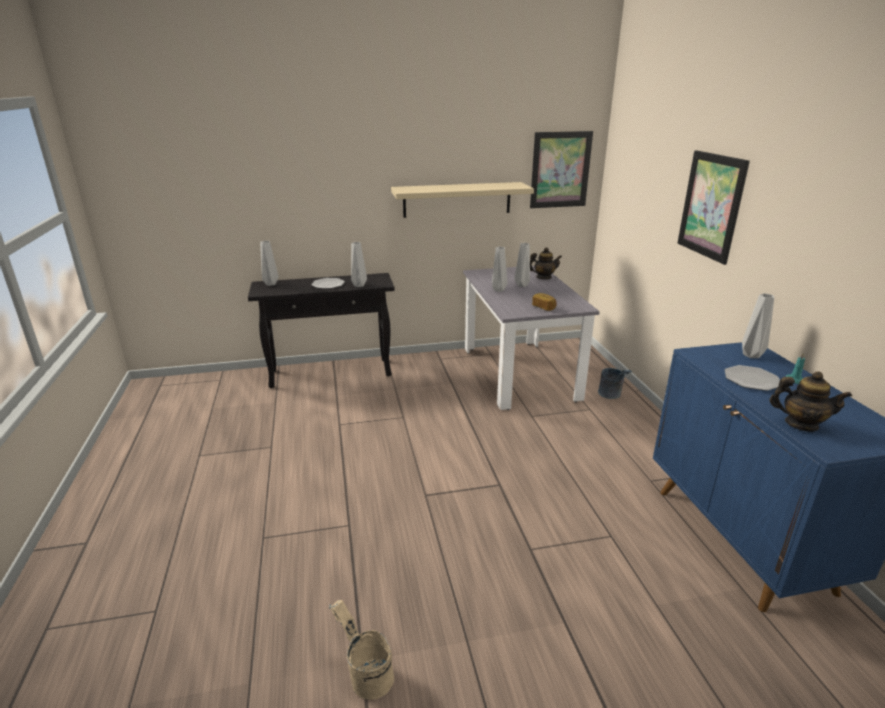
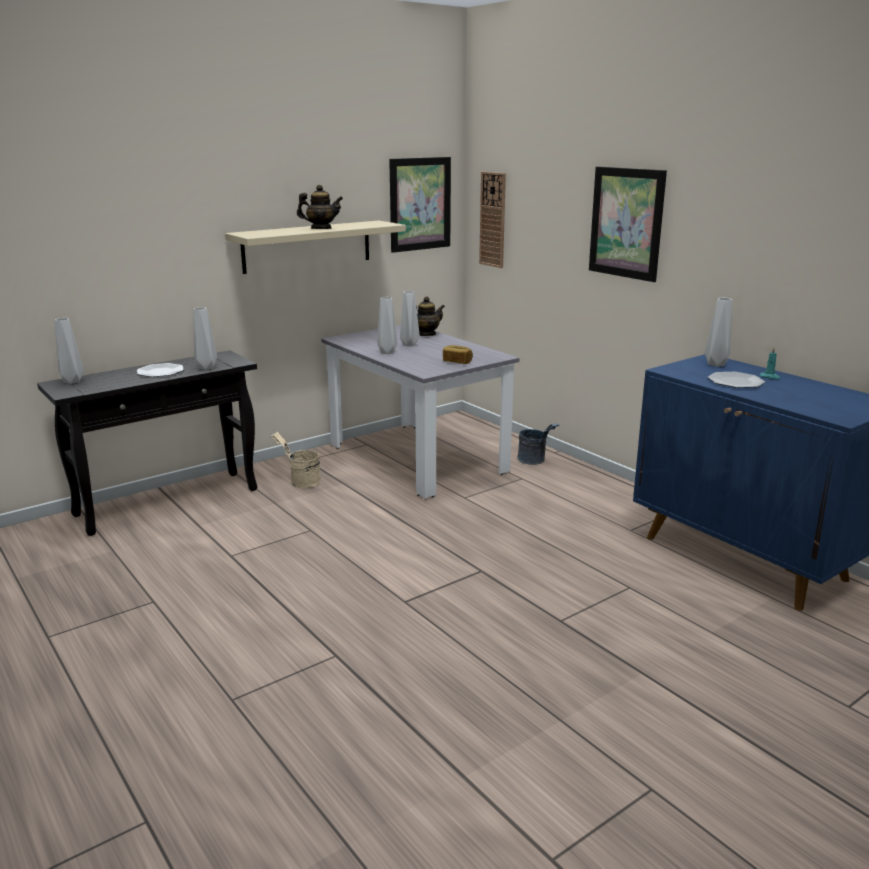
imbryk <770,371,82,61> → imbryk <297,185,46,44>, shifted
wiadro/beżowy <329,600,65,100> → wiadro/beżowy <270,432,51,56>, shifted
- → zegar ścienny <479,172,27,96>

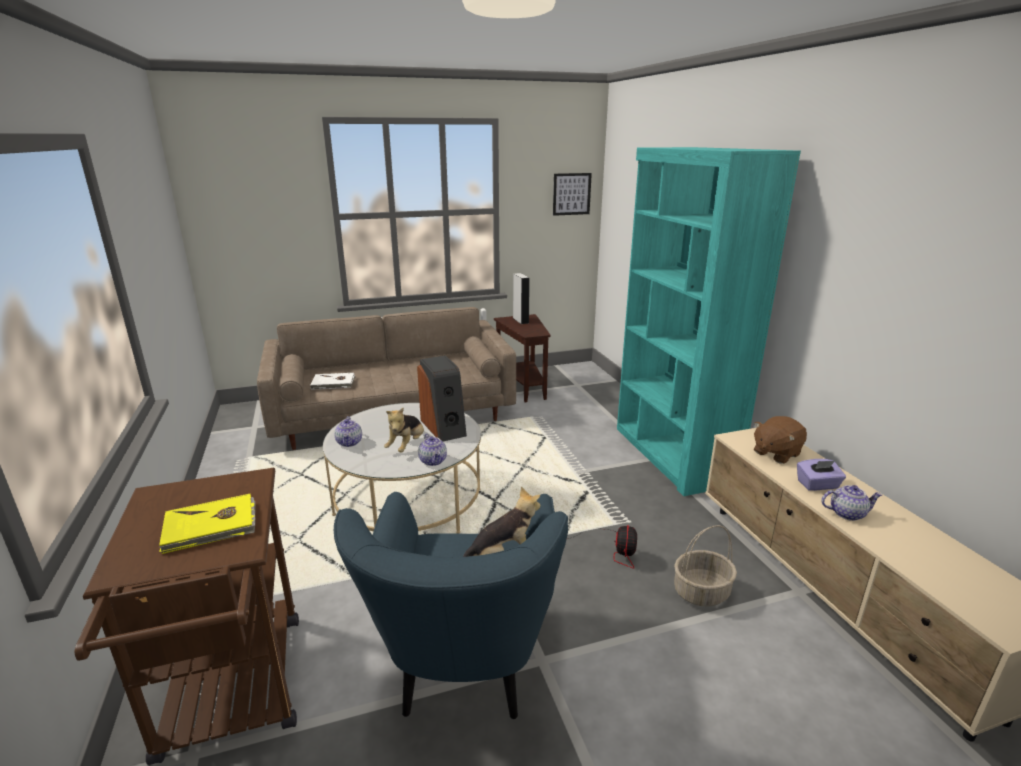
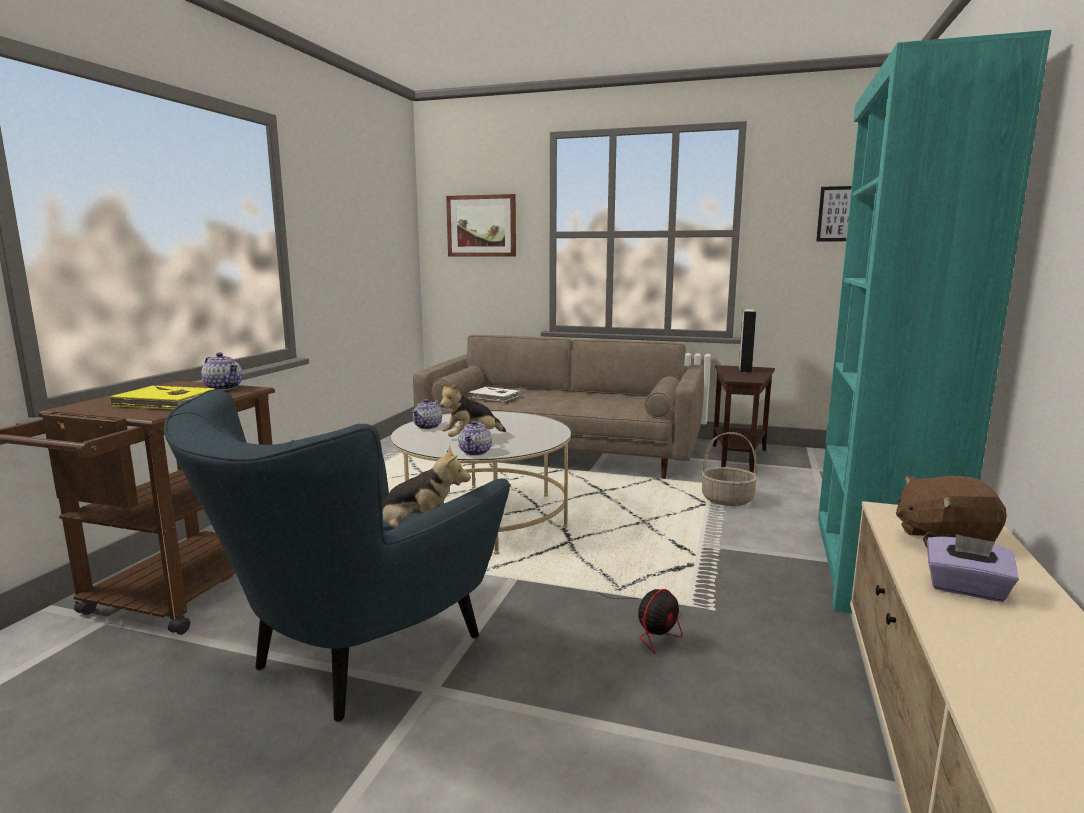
głośnik <417,355,50,87> → -
imbryk <821,485,62,36> → imbryk <201,352,41,38>, shifted
koszyk <674,525,63,81> → koszyk <701,432,57,74>, shifted
- → obraz <446,194,70,62>

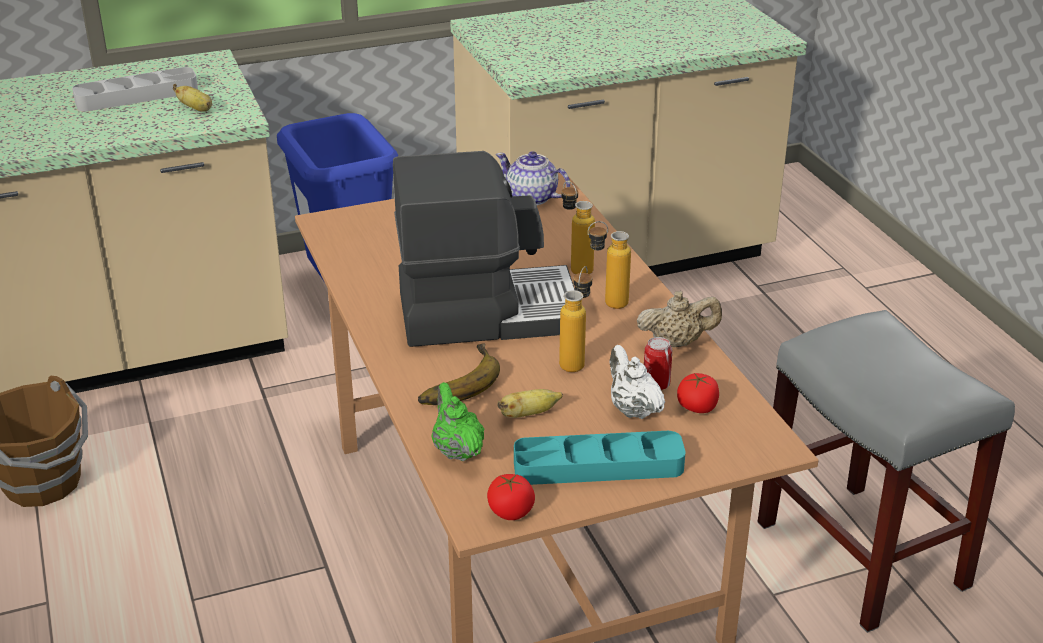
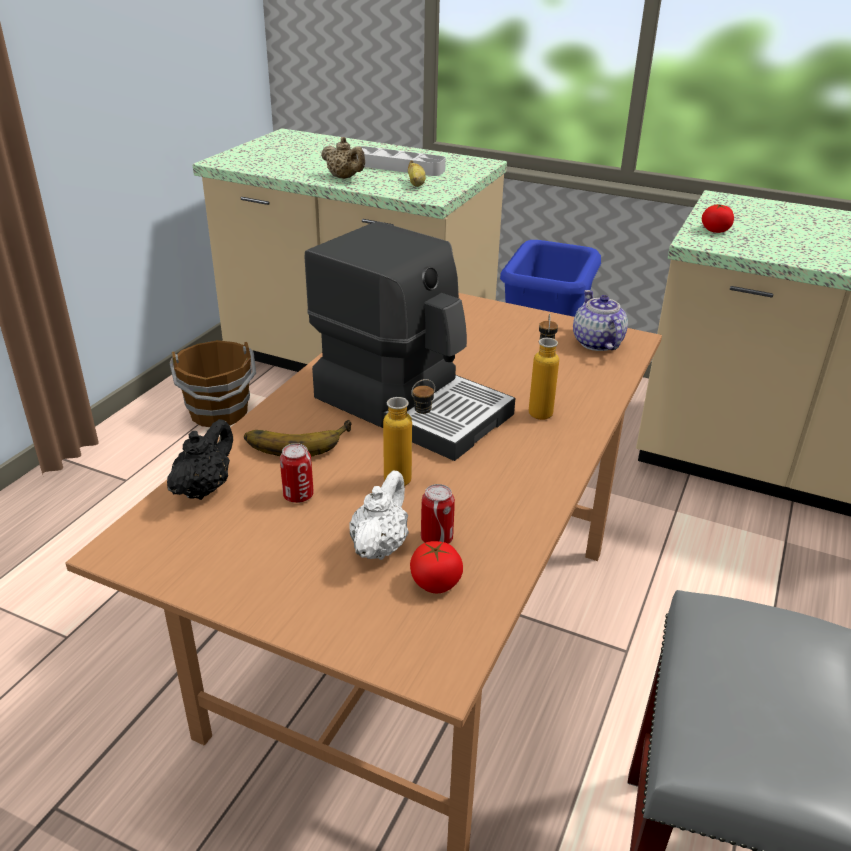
butelka <588,221,43,88> → -
imbryk/beżowy <637,291,85,57> → imbryk/beżowy <321,137,44,42>, shifted
imbryk/zielony <432,382,52,79> → imbryk/czarny <167,419,66,81>
banan <497,389,66,29> → puszka <280,443,34,60>
taca/turkusowy <514,431,171,54> → -
pomidor <487,474,48,46> → pomidor <702,204,32,29>, shifted

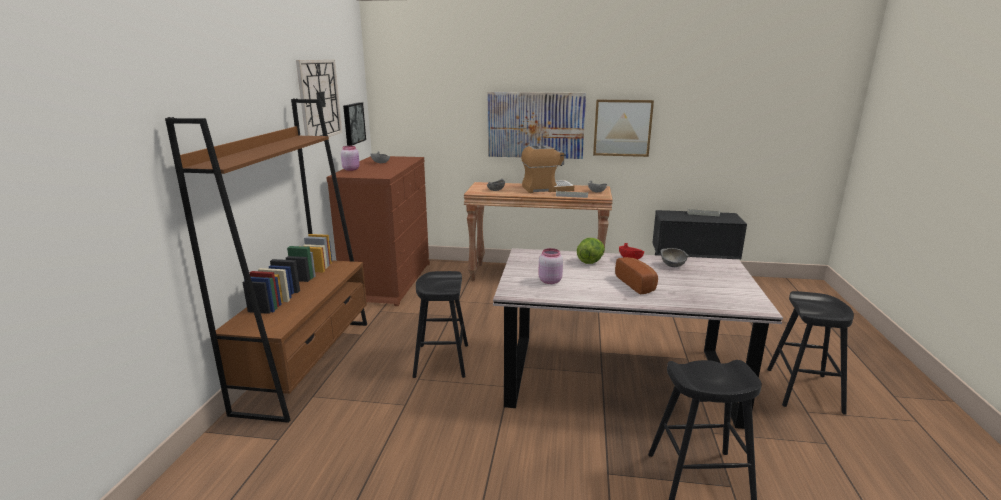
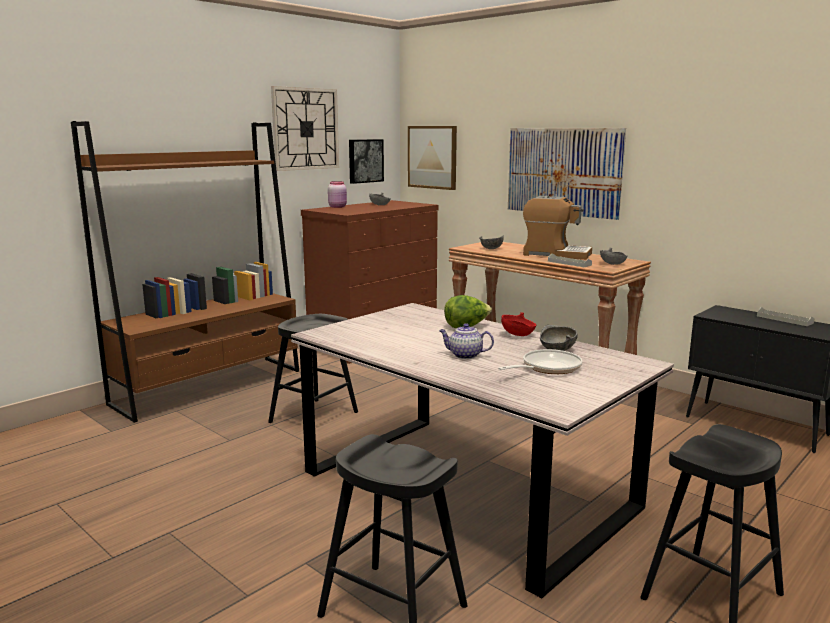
obraz <593,100,61,57> → obraz <408,126,49,64>, shifted
słoik/różowy <538,248,25,36> → -
chleb <615,257,43,37> → imbryk <439,323,55,36>
- → patelnia <498,349,85,25>

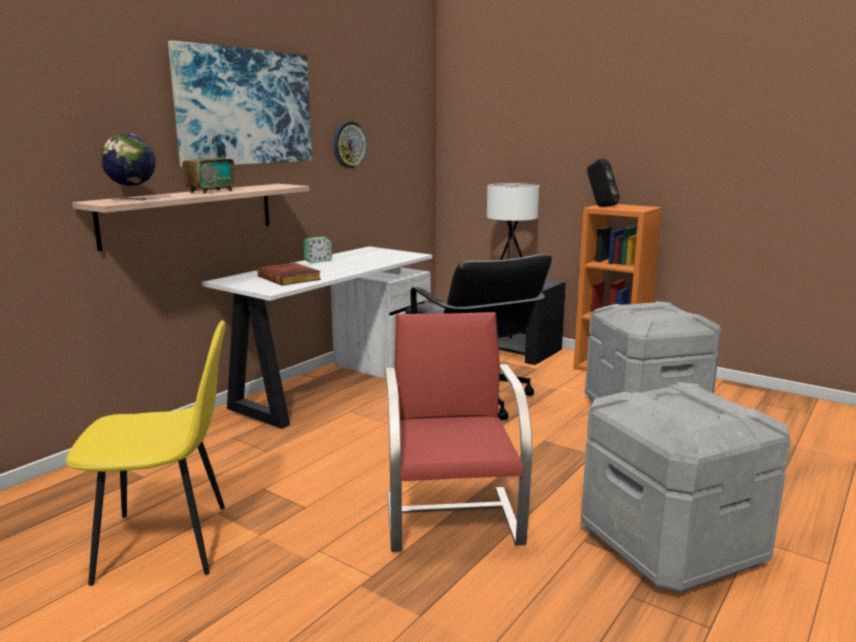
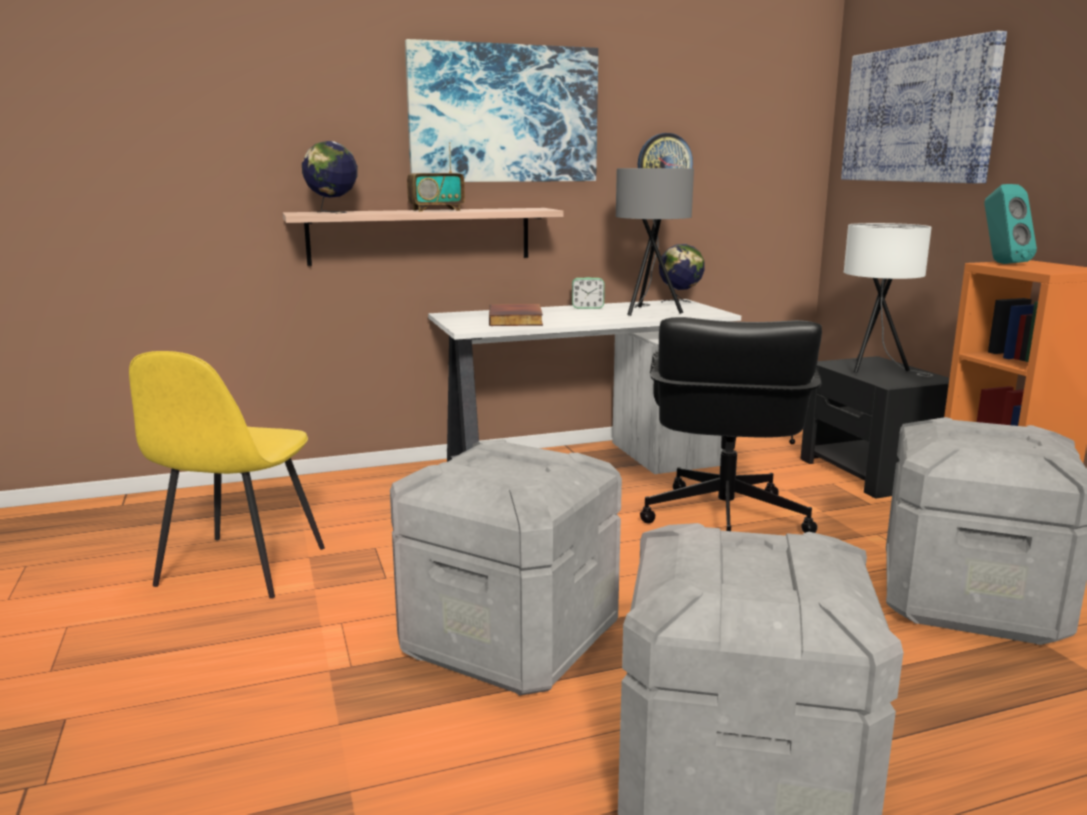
głośnik/czarny <587,158,33,49> → głośnik/turkusowy <984,184,53,80>
krzesło/czerwony <385,312,147,240> → pojemnik do przechowywania/szary <390,439,232,257>
krzesło/żółty <66,320,160,266> → krzesło/żółty <129,351,196,248>, 75 degrees clockwise
- → obraz <841,31,166,152>
- → lampa stołowa/szary <616,168,78,148>
- → globus <659,244,46,59>

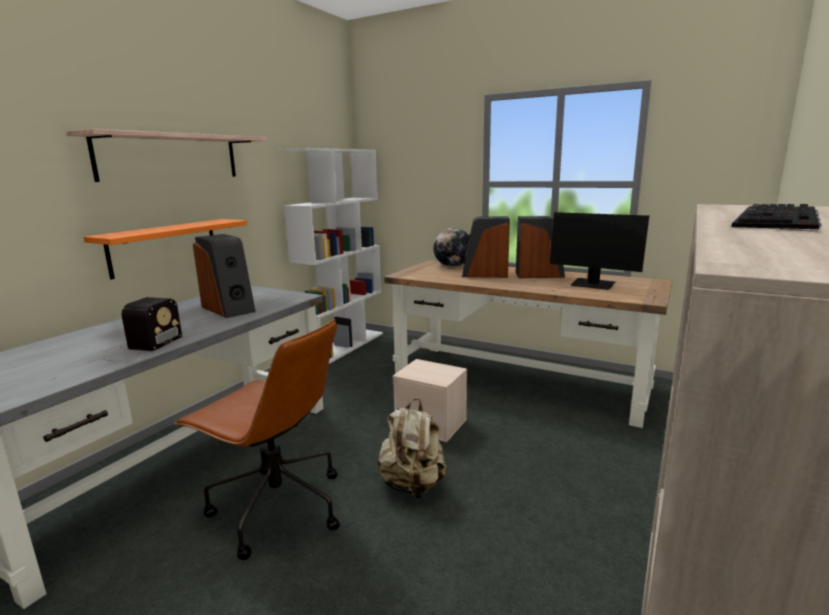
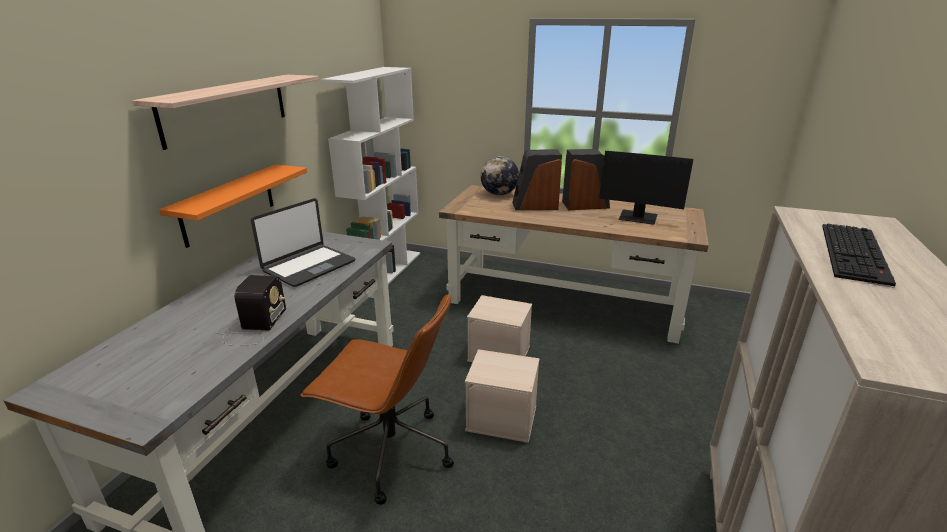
głośnik <193,234,63,84> → laptop <251,198,104,89>
plecak/beżowy <378,398,68,100> → pojemnik do przechowywania/beżowy <465,349,75,94>

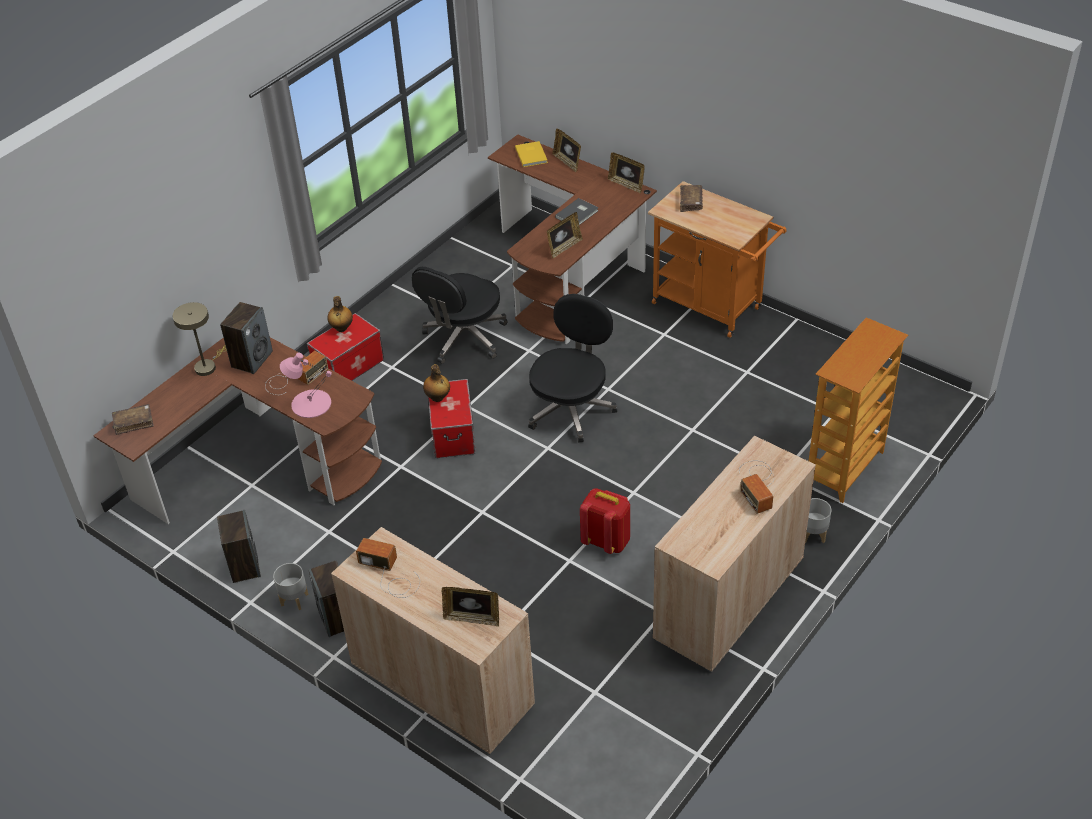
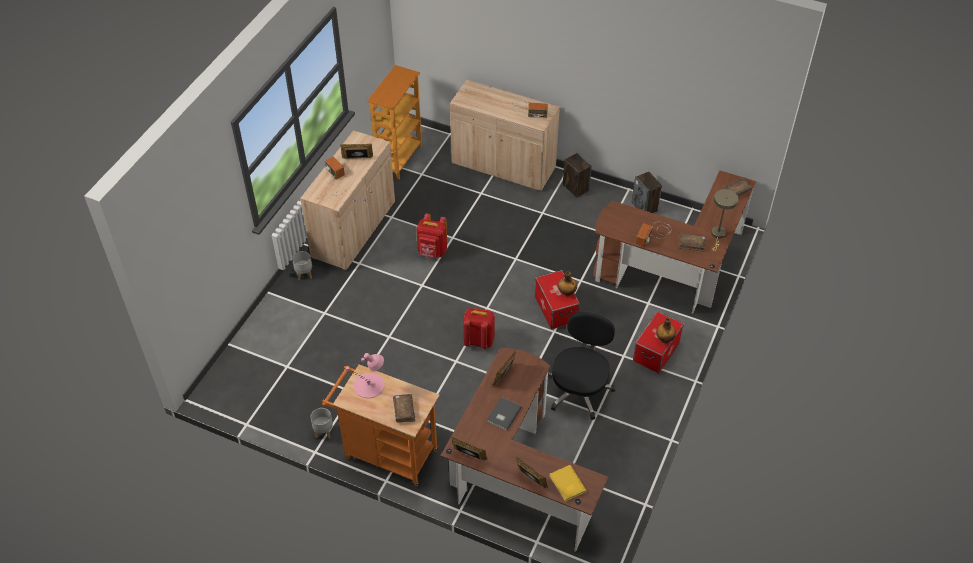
krzesło biurowe/czarny <528,294,89,149> → plecak/czerwony <463,308,32,41>
głośnik <220,302,53,72> → książka/brązowy <679,233,27,19>
regał <809,317,99,186> → regał <367,65,55,114>, shifted
lampa stołowa/różowy <280,353,52,65> → lampa stołowa/różowy <346,353,38,45>, shifted
donica/szary <273,563,36,47> → donica/szary <310,408,23,31>, shifted
ramka na zdjęcie <441,587,58,40> → ramka na zdjęcie <340,144,33,15>, shifted

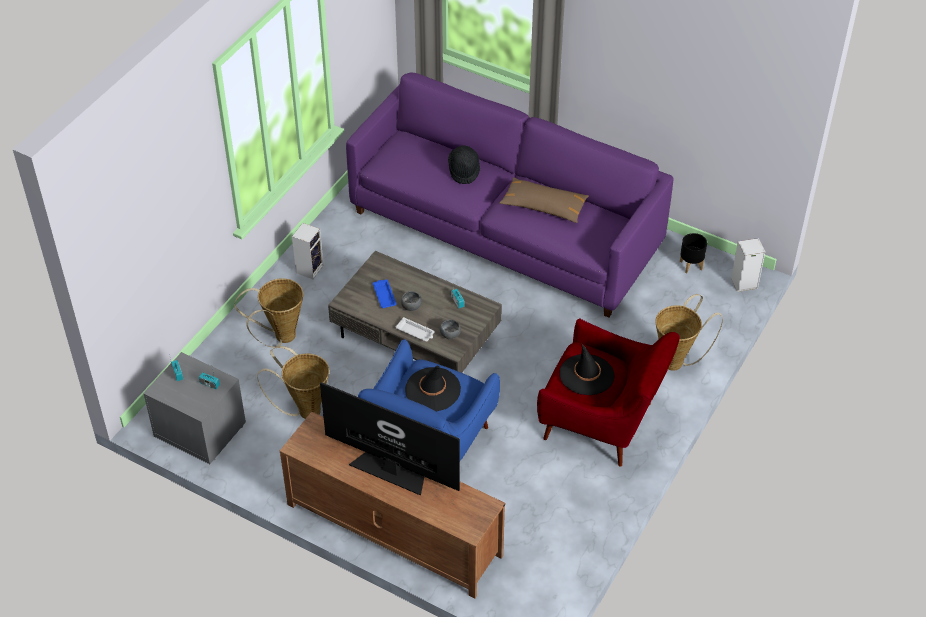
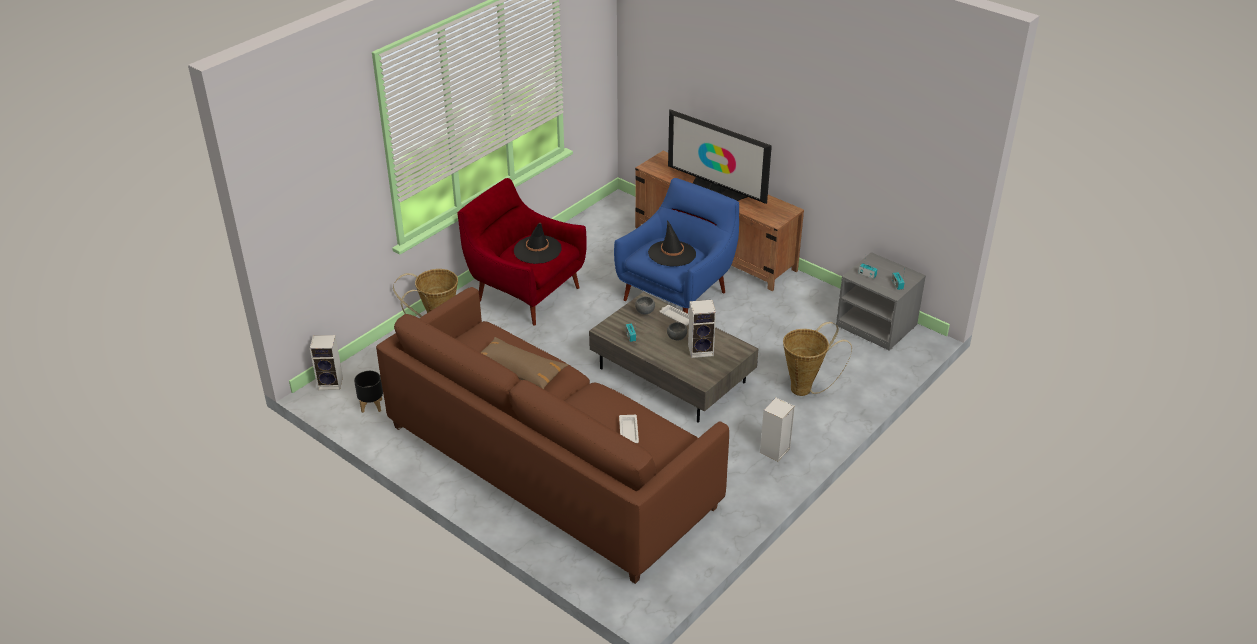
kanapa/fioletowy <346,73,328,245> → kanapa/brązowy <376,287,353,297>
kapelusz/czarny <448,145,32,39> → -
taca/niebieski <373,279,24,29> → głośnik <688,300,28,58>
koszyk <257,346,72,73> → -
- → taca/biały <619,415,20,28>

